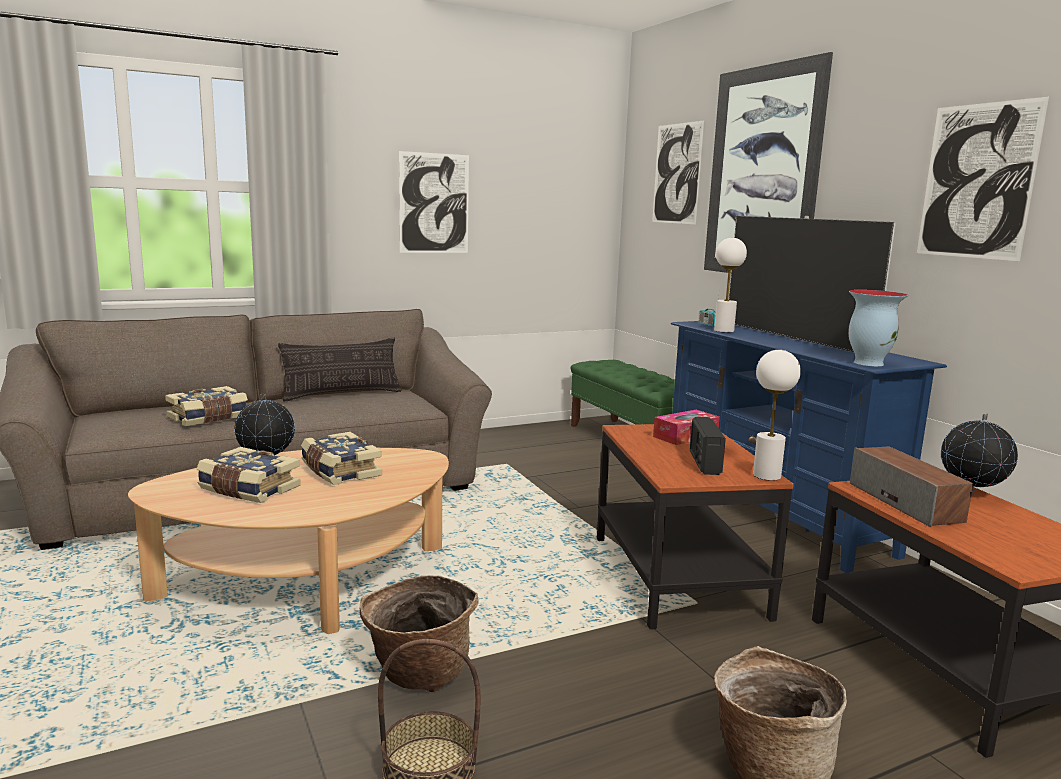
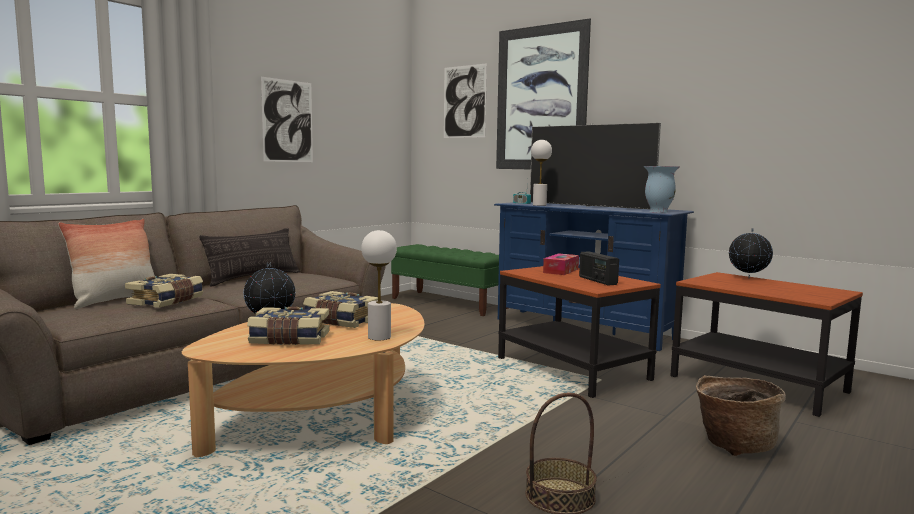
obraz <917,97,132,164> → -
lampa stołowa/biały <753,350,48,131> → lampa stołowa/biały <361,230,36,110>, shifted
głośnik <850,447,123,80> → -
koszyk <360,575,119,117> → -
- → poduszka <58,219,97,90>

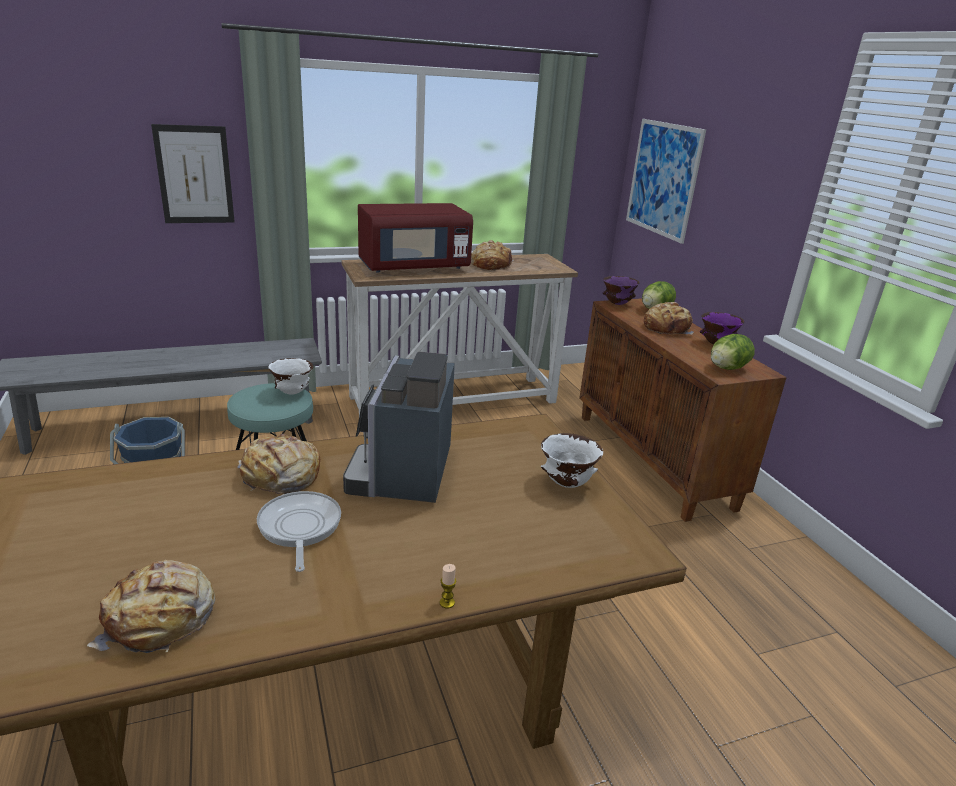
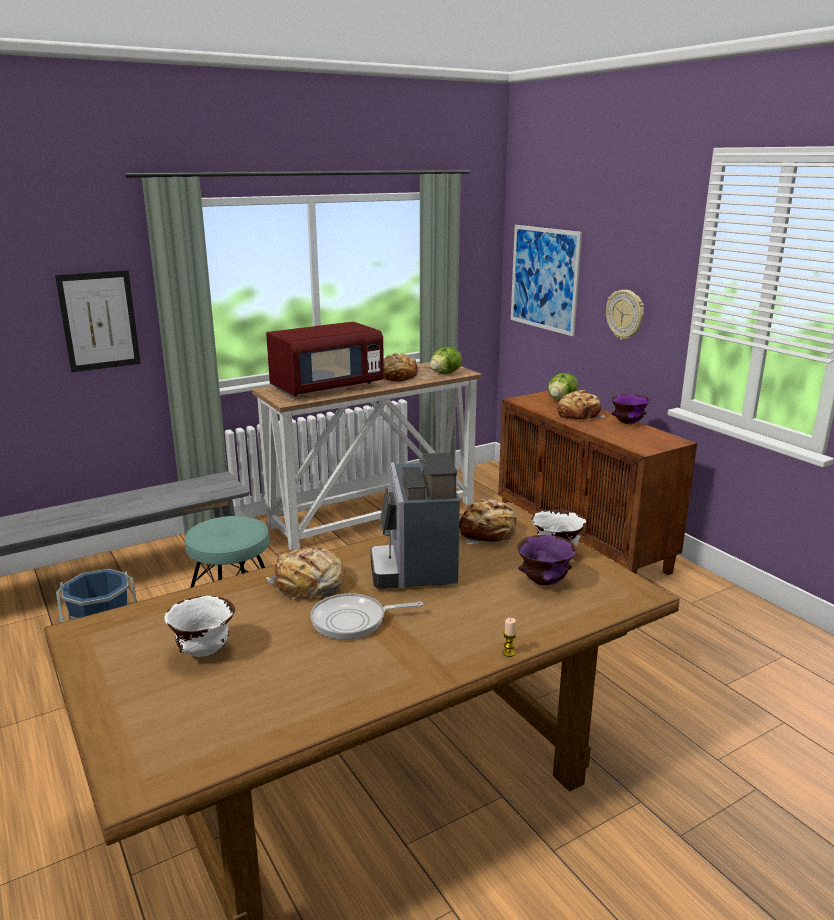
miska/fioletowy <603,276,36,29> → miska/fioletowy <517,535,59,51>, shifted
sałata <711,334,44,36> → sałata <430,347,32,27>, shifted
miska/biały <269,358,44,36> → miska/biały <164,596,71,61>, shifted
patelnia <257,491,84,81> → patelnia <310,593,113,47>, 75 degrees counterclockwise
chleb <87,560,128,93> → chleb <459,498,58,46>, shifted
- → zegar ścienny <606,290,38,50>

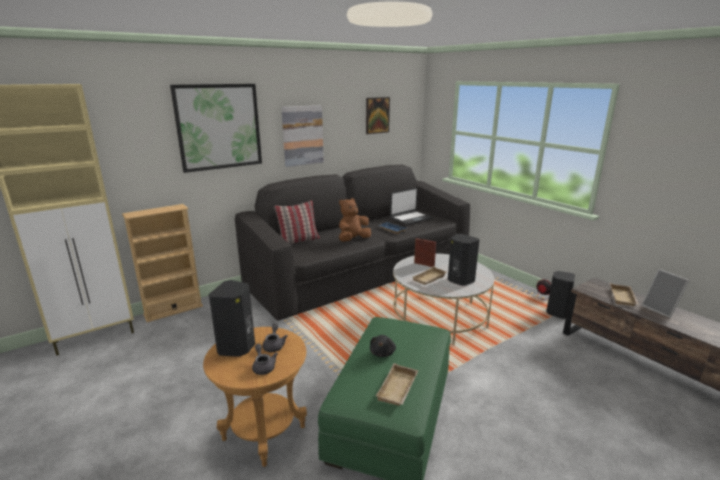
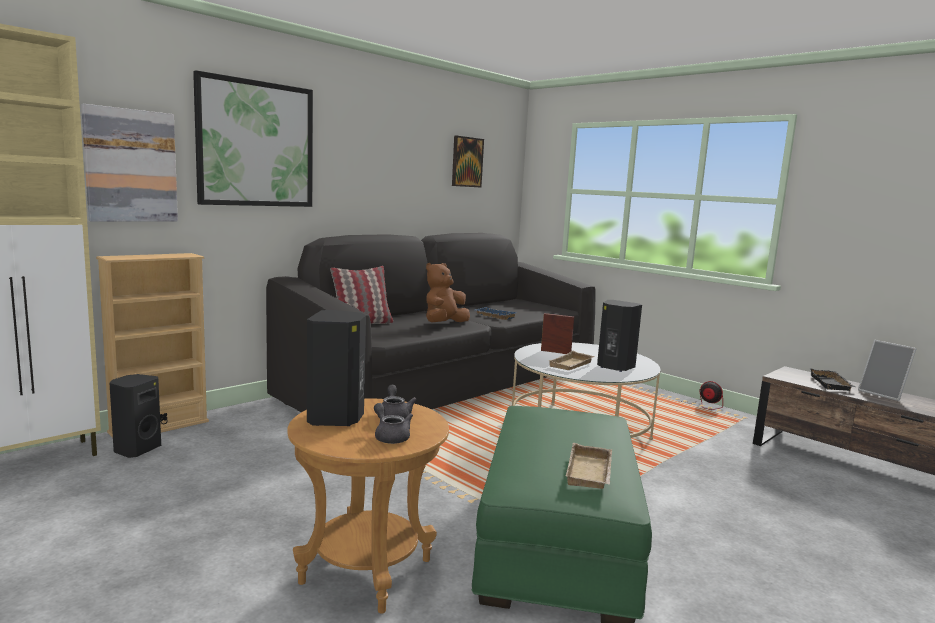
obraz <282,105,42,62> → obraz <81,104,97,118>, shifted
laptop <390,188,43,37> → -
głośnik/czarny <546,271,29,48> → głośnik/czarny <109,374,52,84>, shifted
taca/beżowy <610,283,28,23> → taca/czarny <810,368,45,23>
pluszak/czarny <370,335,26,22> → -

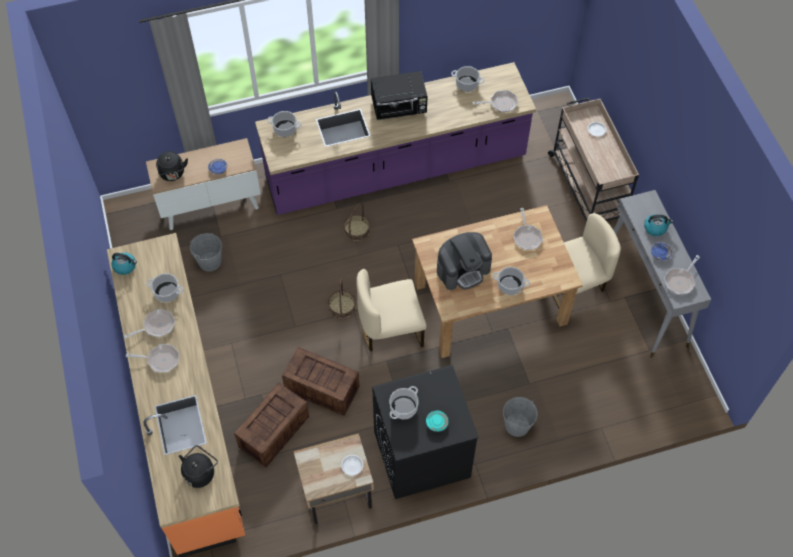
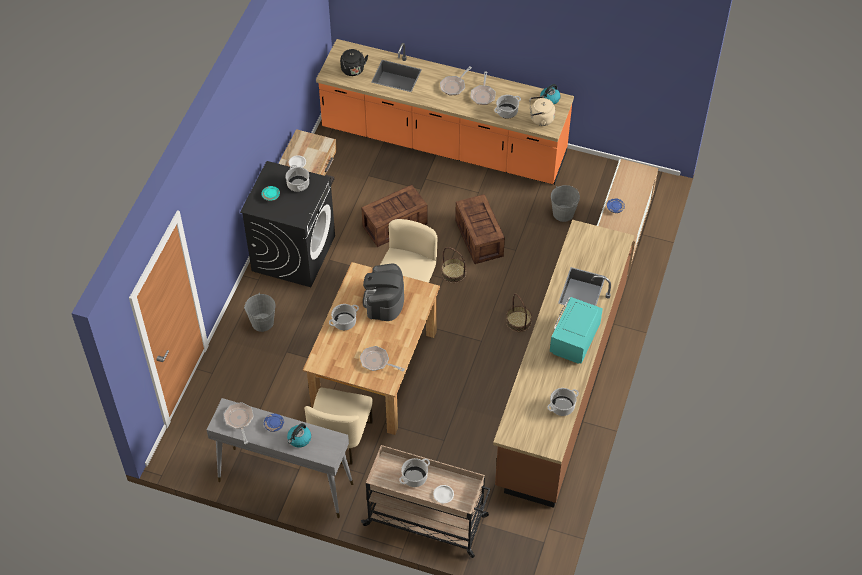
zabudowa kuchenna/fioletowy <255,62,281,153> → zabudowa kuchenna/brązowy <493,220,141,288>
mikrofalówka/czarny <371,71,56,49> → mikrofalówka/turkusowy <550,297,53,67>
patelnia <473,90,45,22> → -
garnek <267,111,35,26> → garnek <399,458,31,29>, shifted
czajnik/czarny <156,151,32,30> → -
skrzynka <234,383,75,84> → skrzynka <455,194,50,70>, shifted
- → czajnik/beżowy <530,96,25,30>

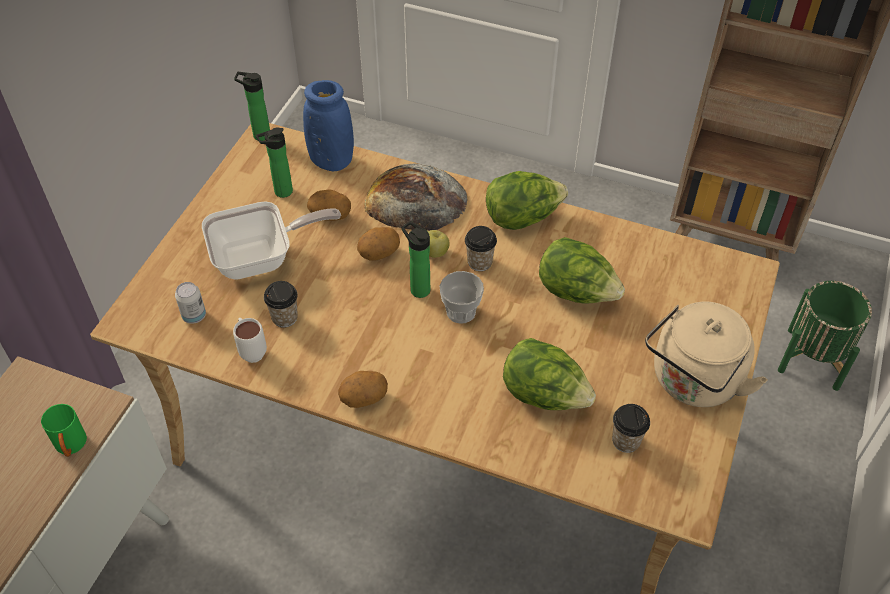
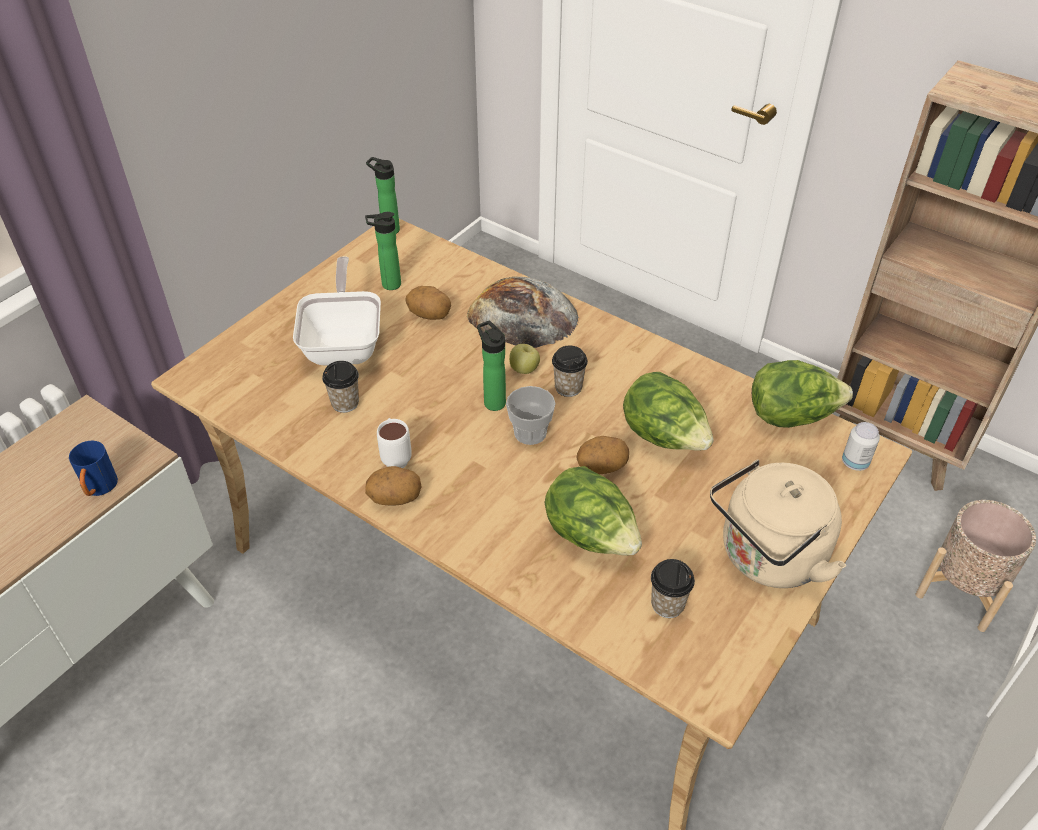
wazon/niebieski <303,80,51,91> → -
sałata <486,171,82,59> → sałata <752,360,101,68>, shifted
patelnia <202,201,139,79> → patelnia <293,256,88,110>, 90 degrees counterclockwise
ziemniak <357,227,43,33> → ziemniak <576,436,53,38>, shifted
donica/zielony <778,281,94,110> → donica/beżowy <916,500,120,132>
puszka <175,282,31,42> → puszka <842,422,38,49>, shifted
kubek/biały <233,318,34,45> → kubek/biały <377,418,35,50>, shifted
kubek/zielony <41,404,46,53> → kubek/niebieski <69,441,49,55>

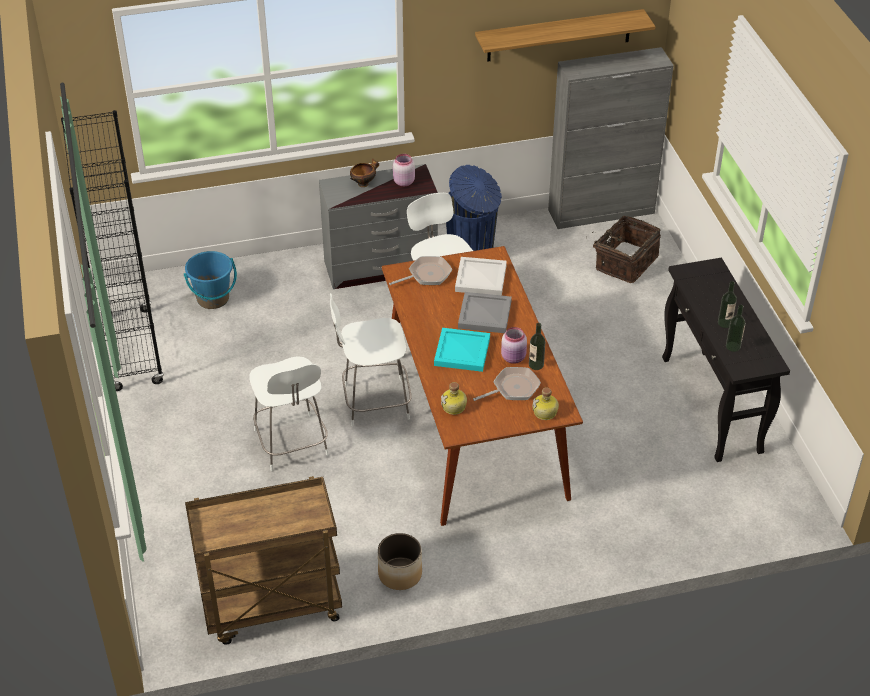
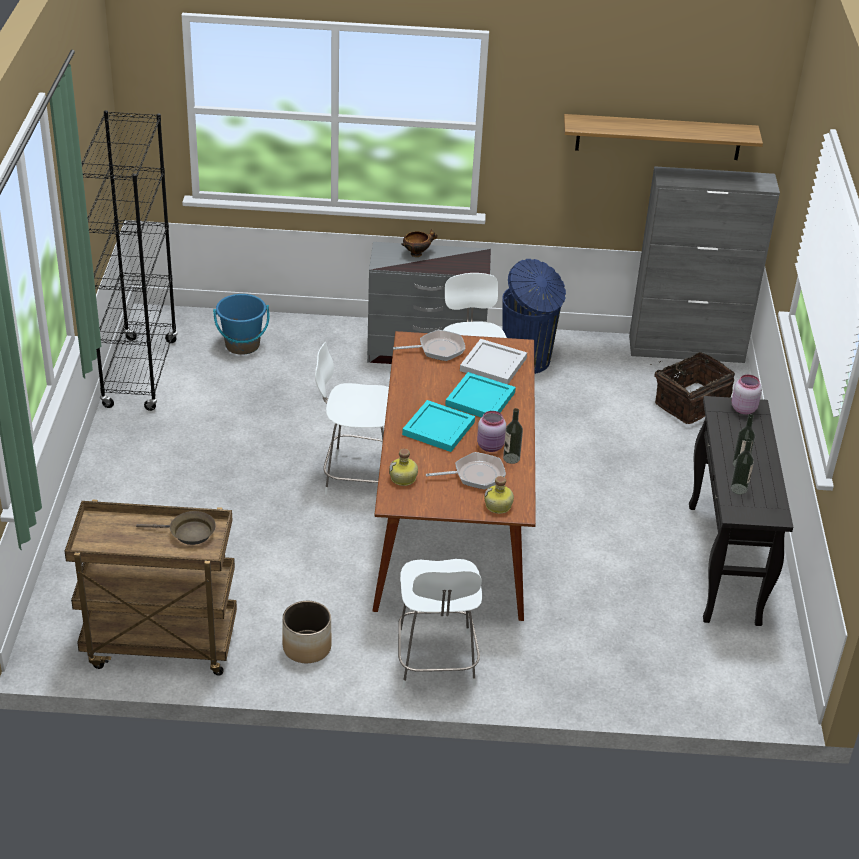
słoik/różowy <393,154,22,32> → słoik/różowy <732,375,30,39>, shifted
taca/szary <458,292,54,41> → taca/turkusowy <445,372,71,45>
krzesło/biały <249,356,80,115> → krzesło/biały <398,559,84,129>, shifted
- → patelnia/brązowy <136,511,80,34>

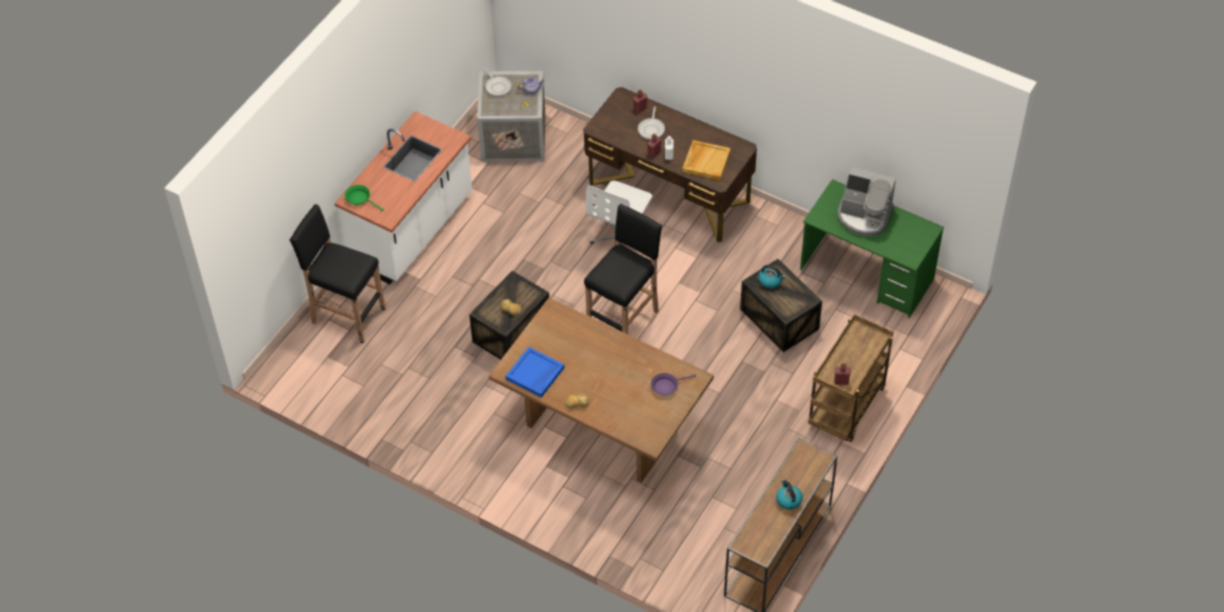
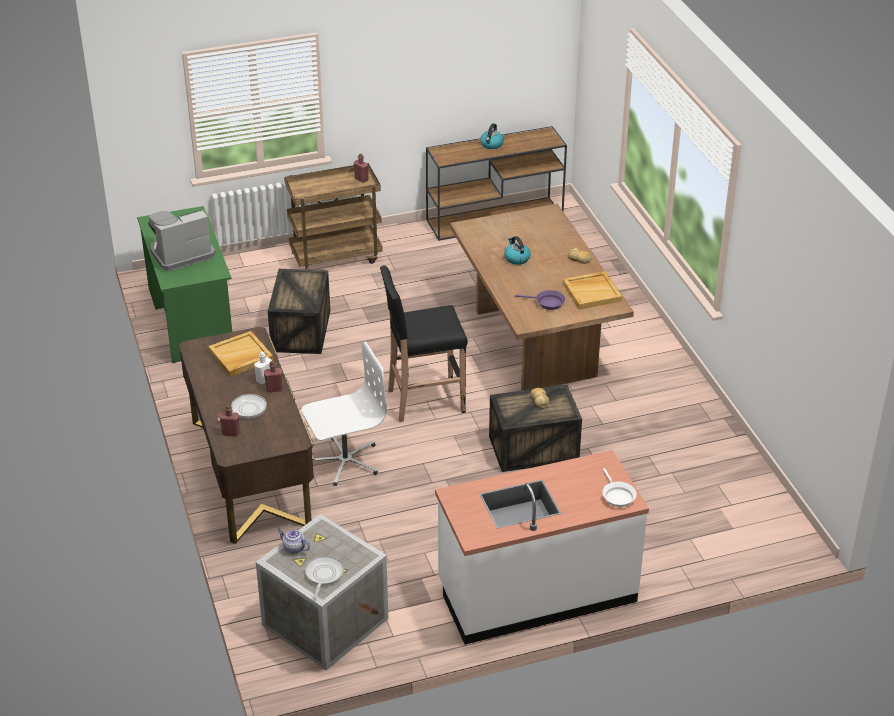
ekspres do kawy <837,167,59,70> → ekspres do kawy <148,210,68,61>, 90 degrees counterclockwise
patelnia/zielony <345,185,39,26> → patelnia/biały <602,468,35,39>
stołek/czarny <290,204,96,139> → -
czajnik <759,265,27,23> → czajnik <504,236,27,29>, shifted
taca/niebieski <505,347,60,51> → taca/beżowy <563,271,59,39>
patelnia/fioletowy <651,373,45,23> → patelnia/fioletowy <515,290,50,20>, shifted

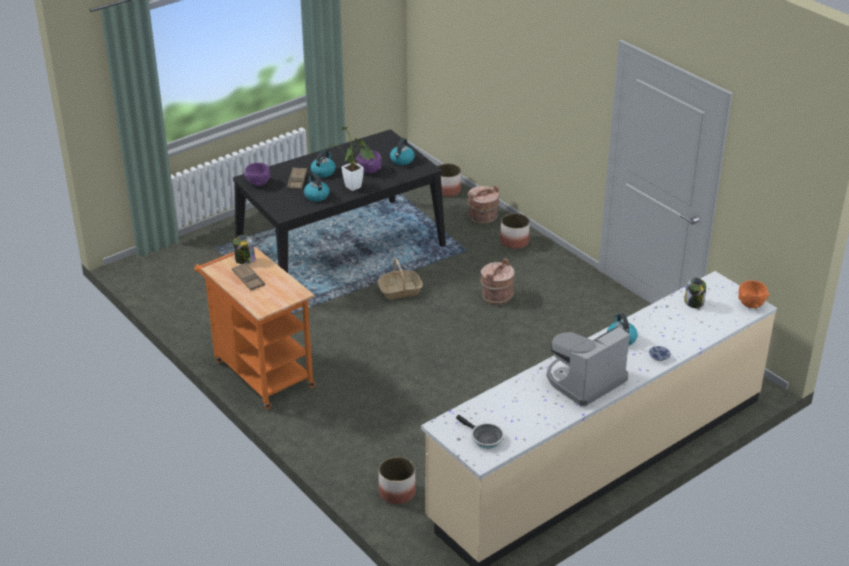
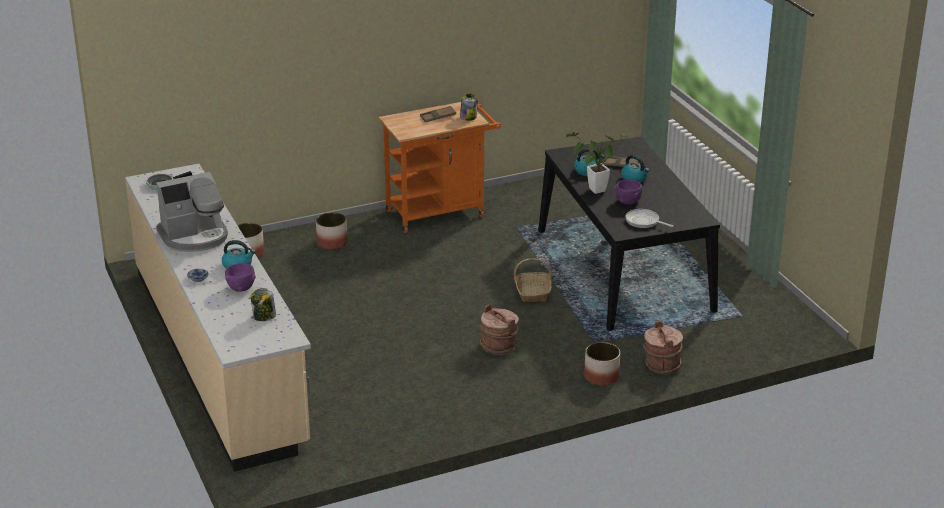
czajnik <390,138,25,27> → patelnia <626,209,47,19>
miska/fioletowy <245,163,26,23> → miska/fioletowy <225,263,31,29>, shifted
donica <437,164,24,33> → donica <316,212,32,38>, shifted
miska/pomarańczowy <738,280,31,29> → -
ekspres do kawy <547,326,83,80> → ekspres do kawy <156,172,72,80>, 90 degrees clockwise

